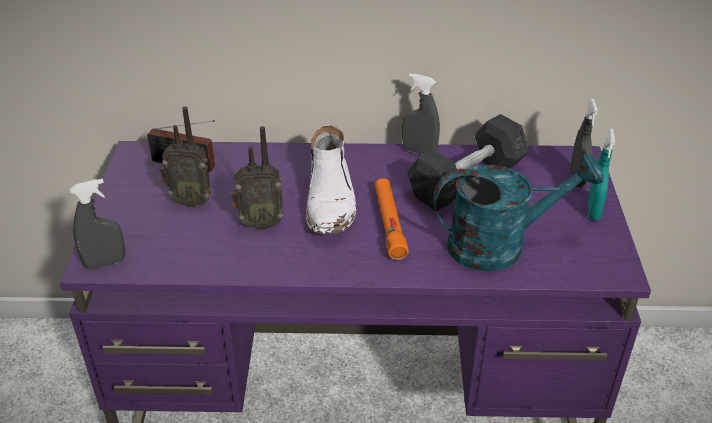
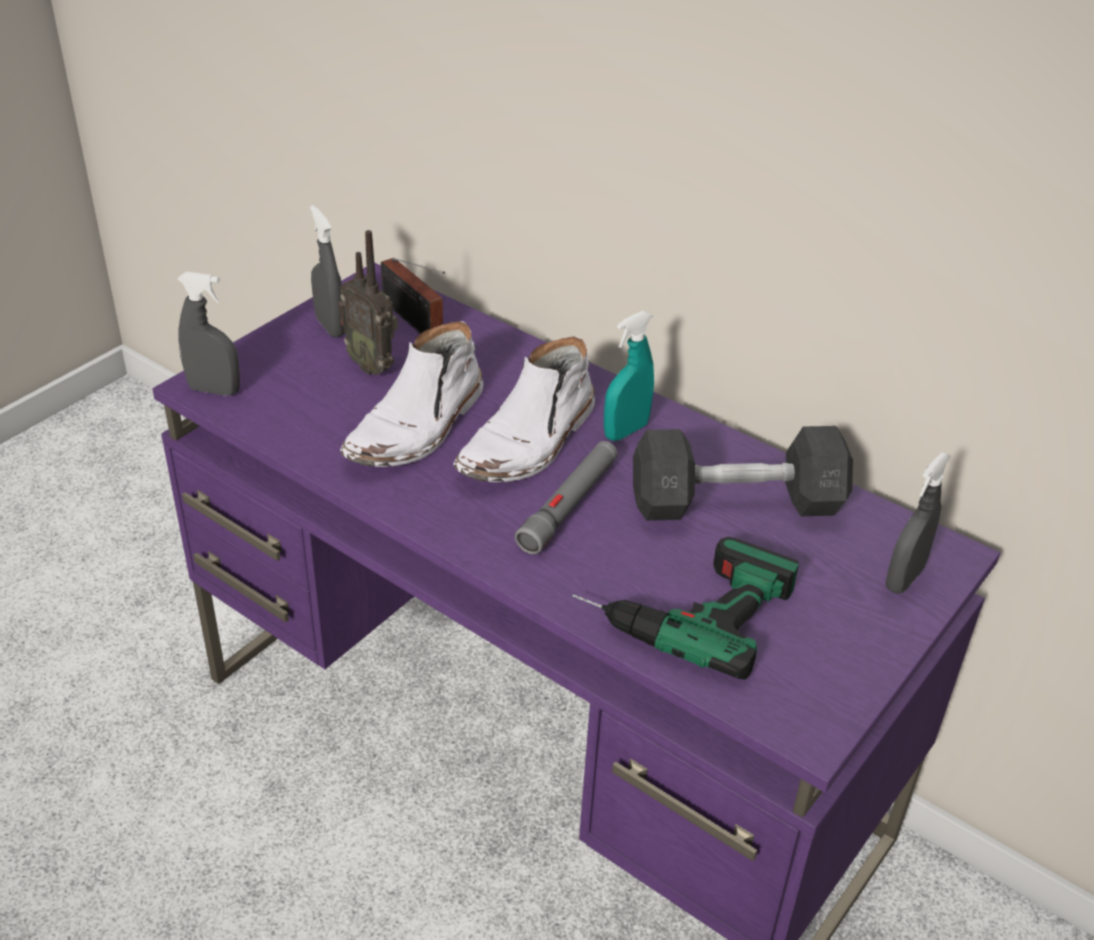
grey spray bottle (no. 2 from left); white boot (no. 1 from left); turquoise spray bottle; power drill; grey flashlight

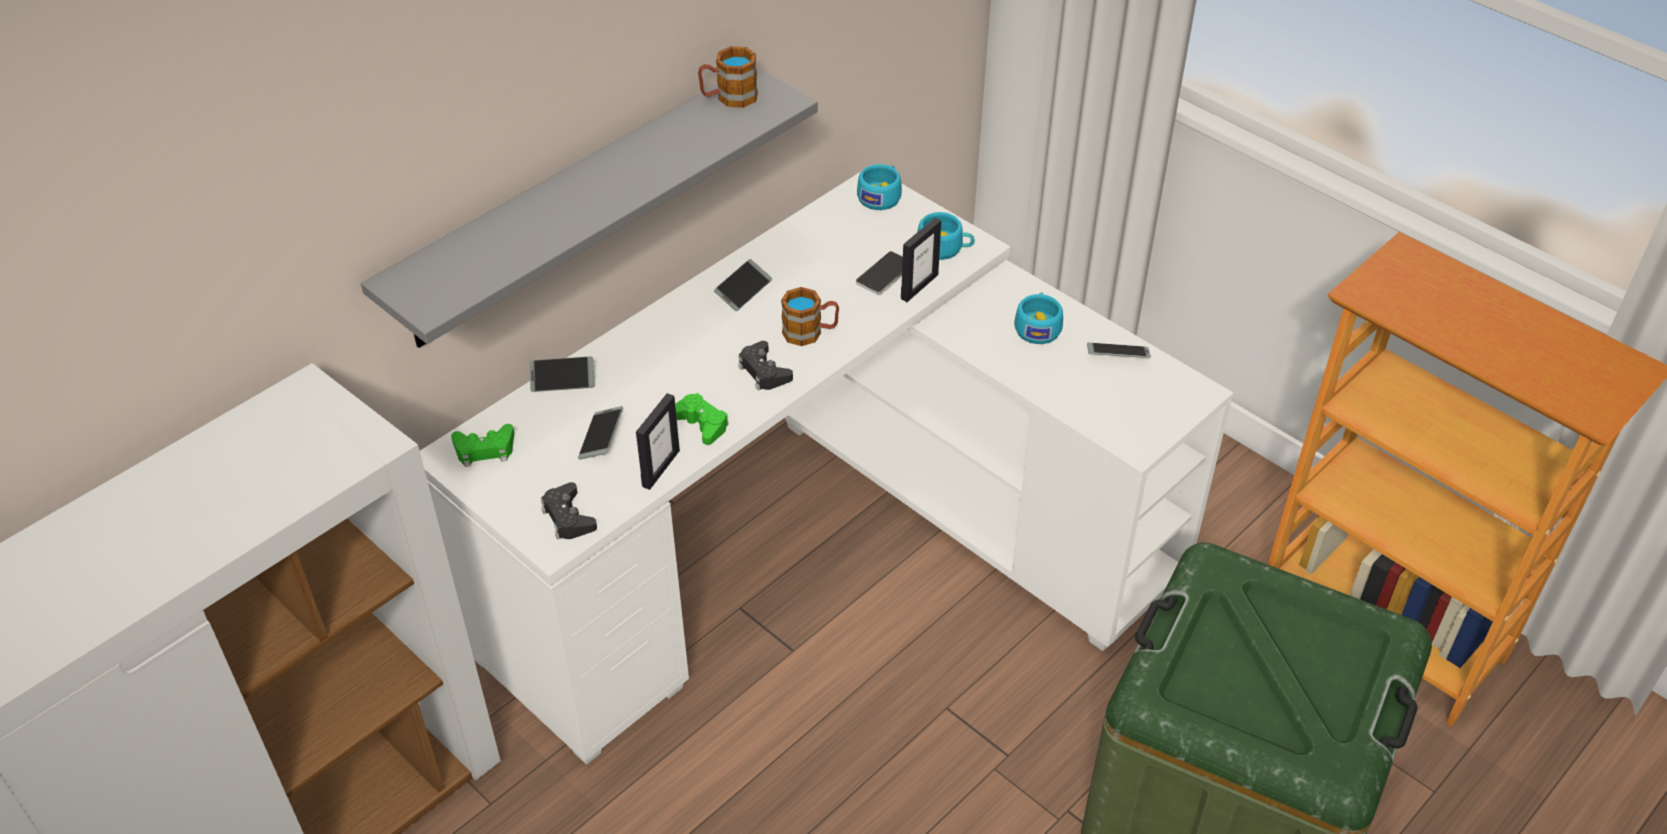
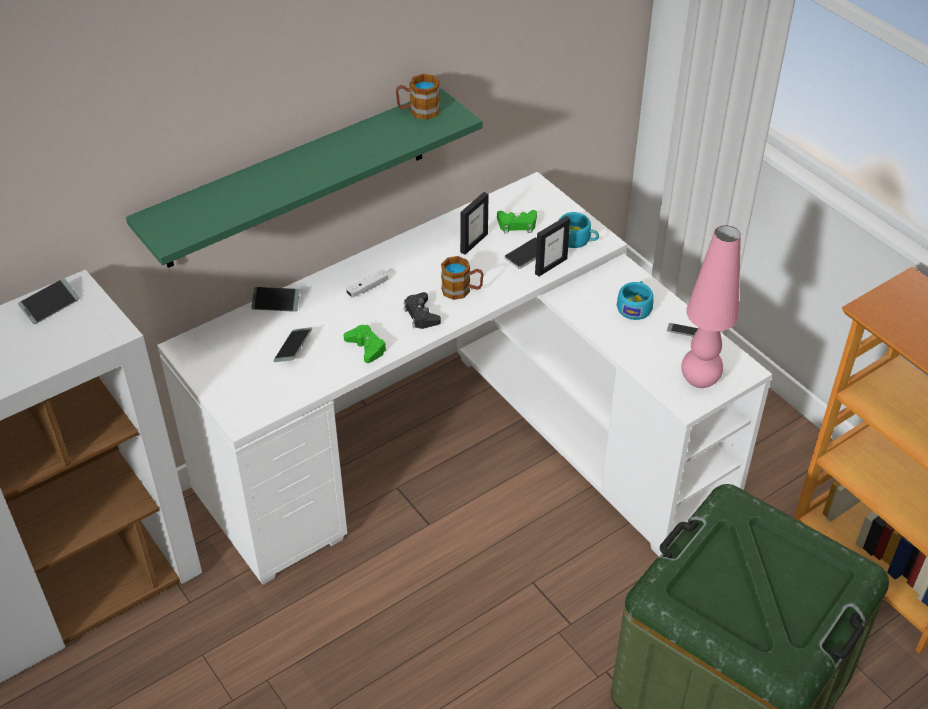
green shelf; turquoise cup (no. 1 from left in the first image); phone (no. 1 from left); picture frame (no. 1 from left); green game controller (no. 2 from left); black game controller (no. 1 from left in the first image); pink table lamp; white game controller

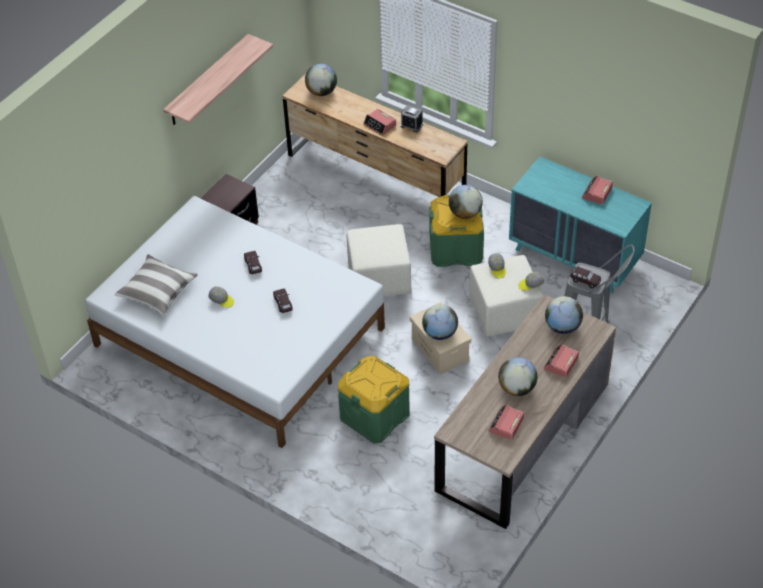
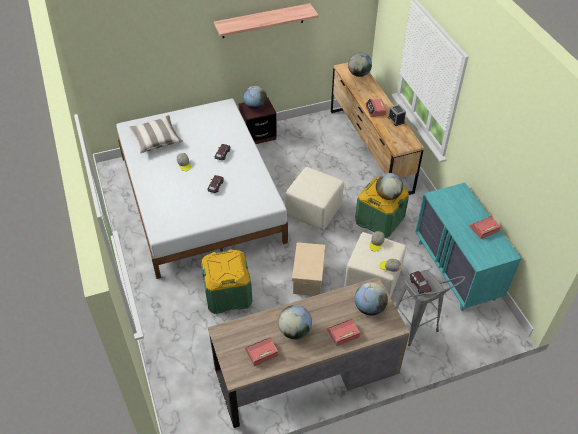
globe (no. 1 from left)

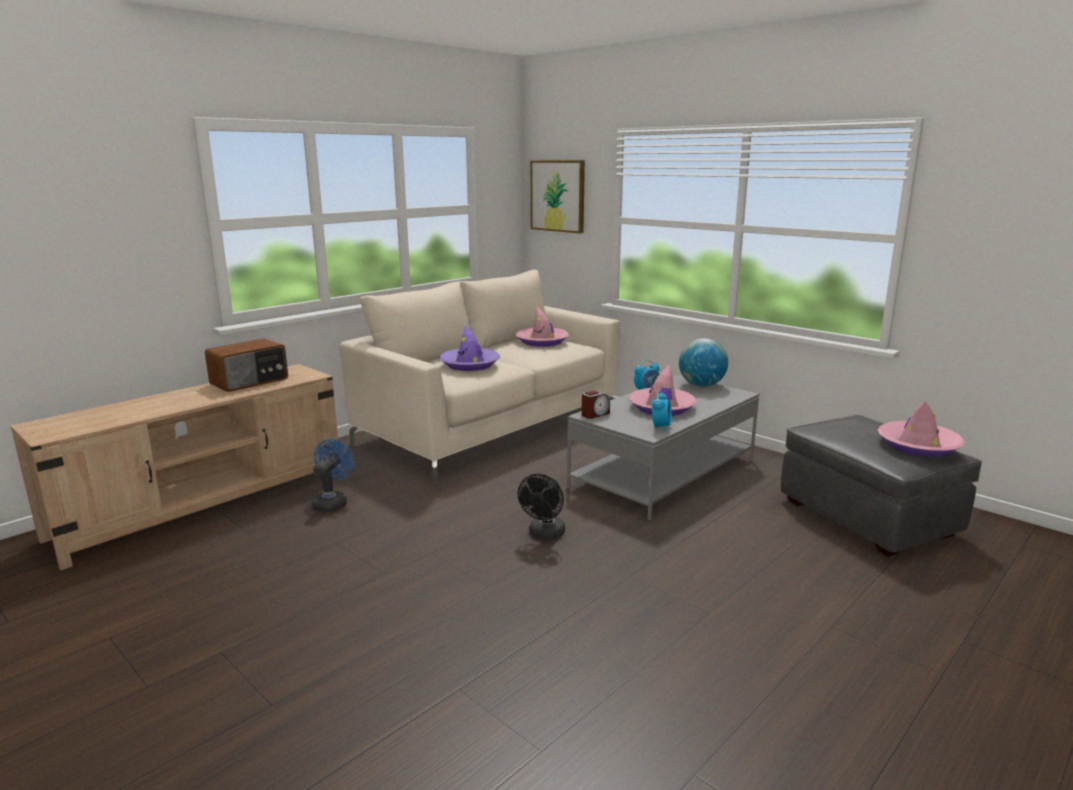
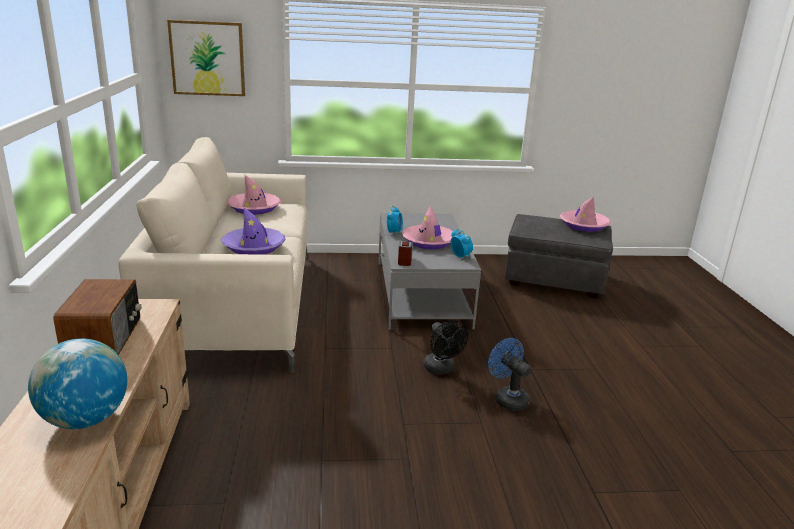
globe; blue fan

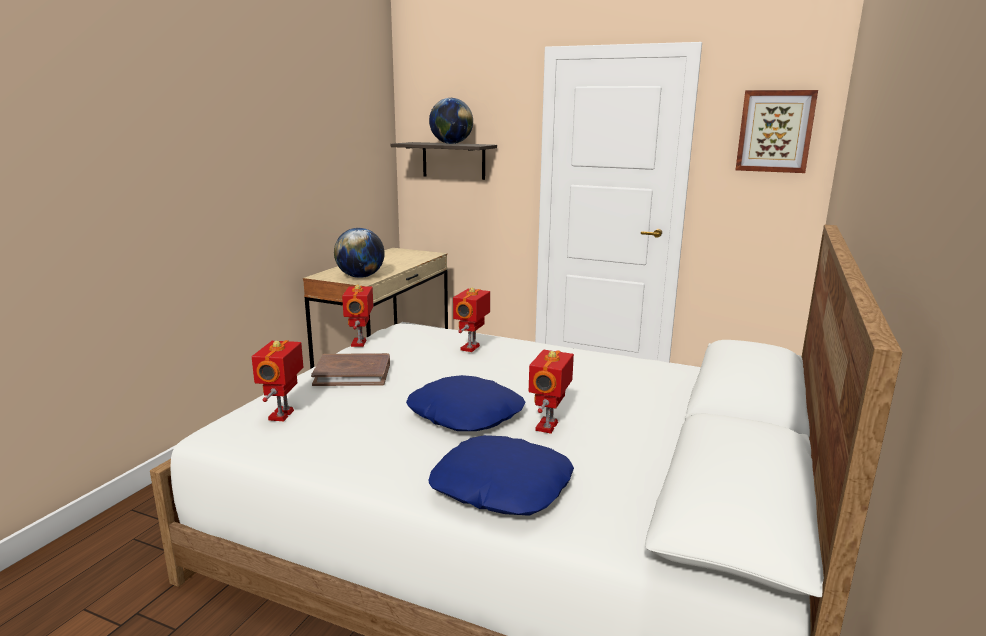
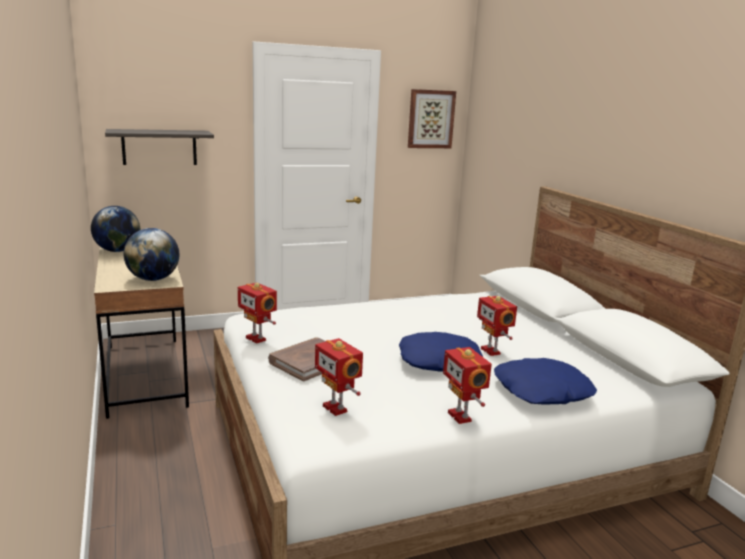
globe (no. 1 from left); toy robot (no. 3 from left)

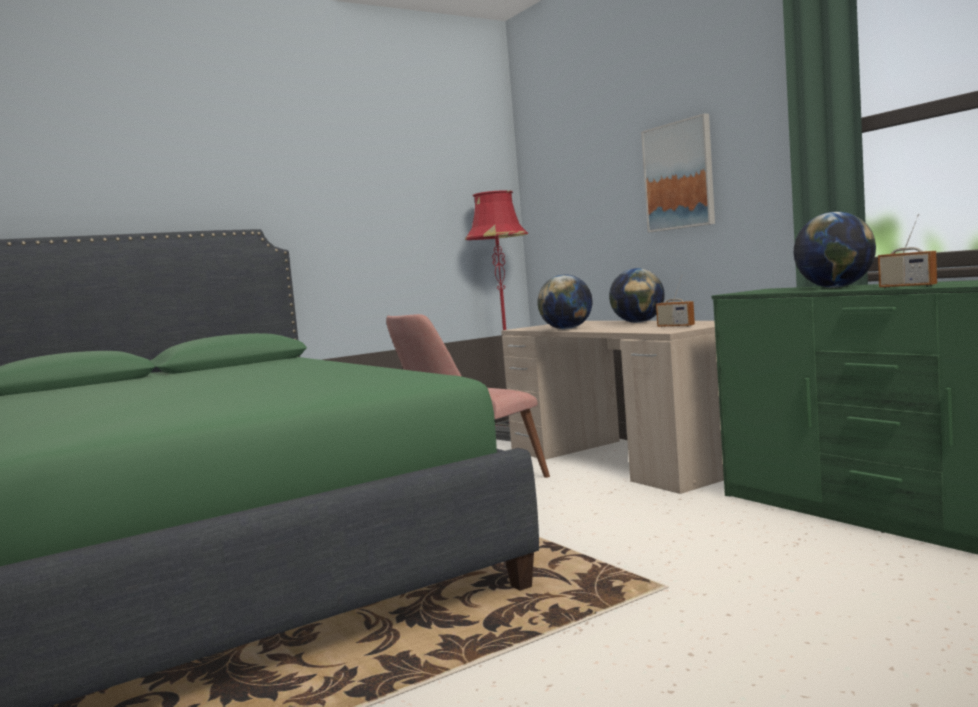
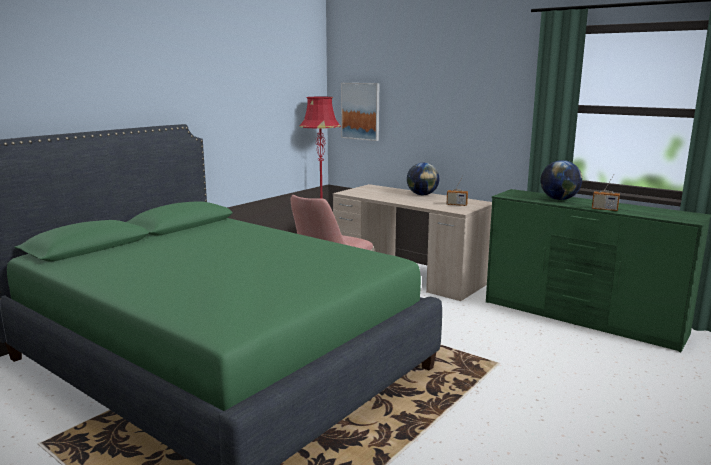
picture; globe (no. 1 from left in the first image)

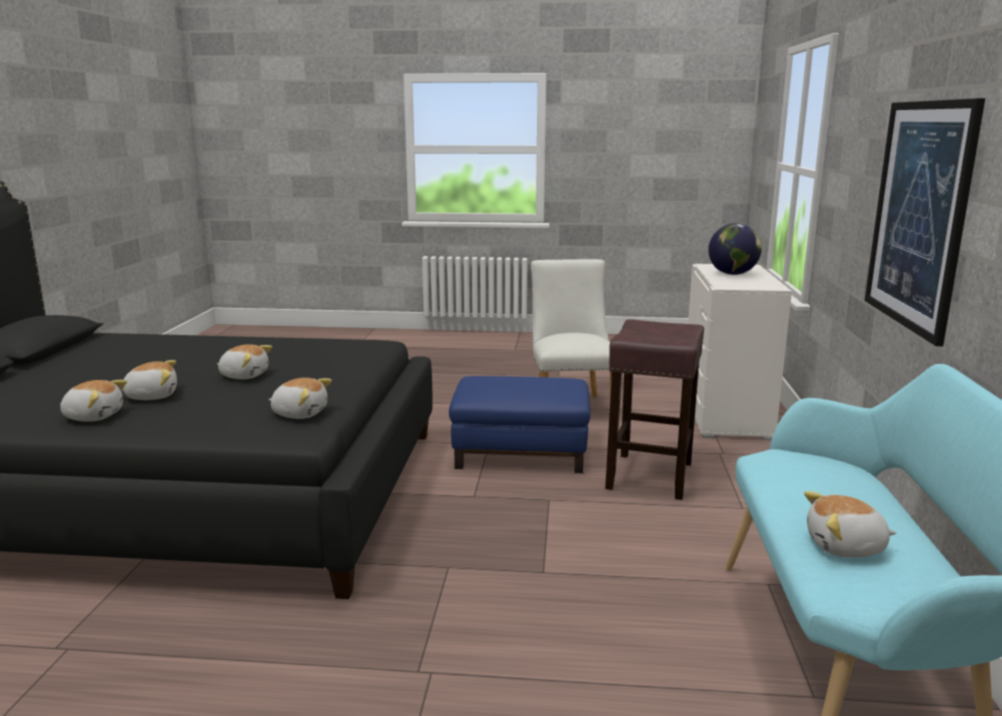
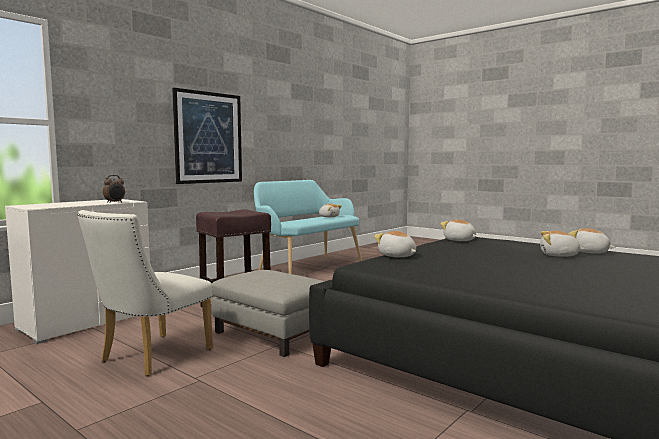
globe; plush toy (no. 2 from left); grey ottoman; alarm clock

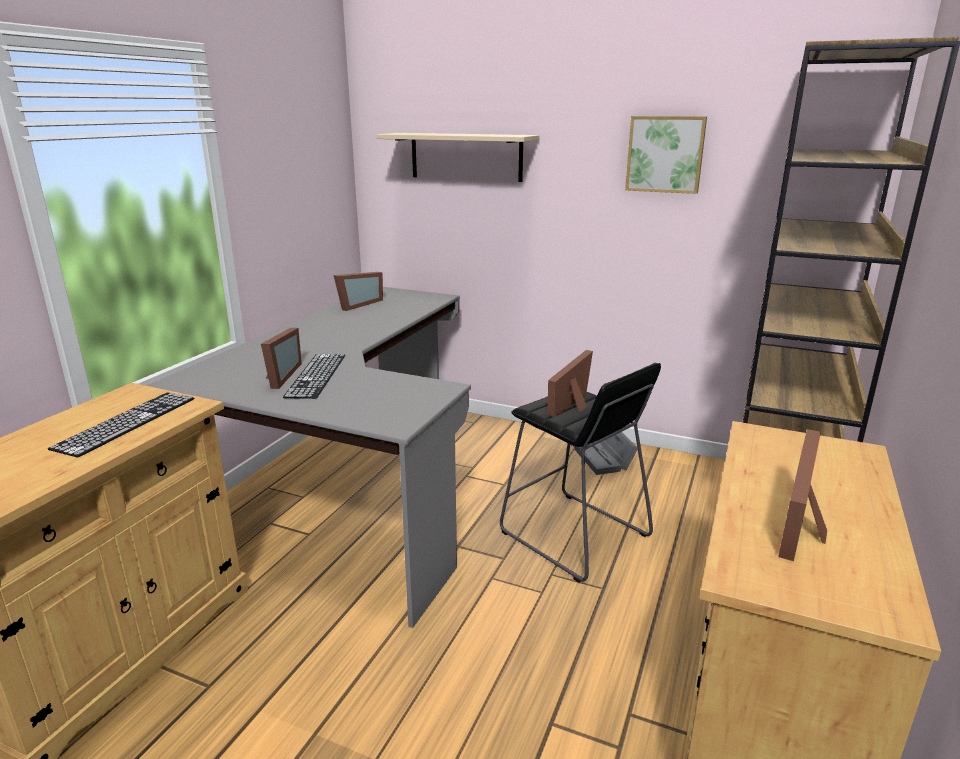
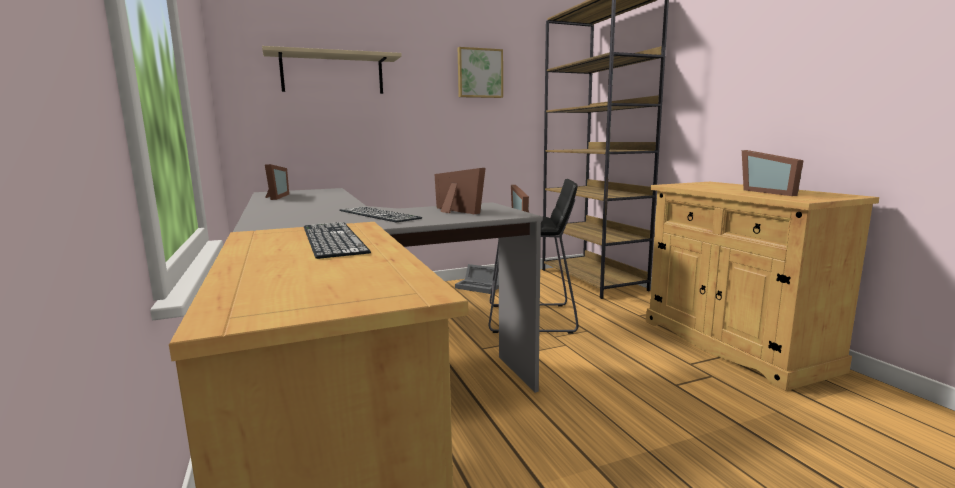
picture frame (no. 2 from left)

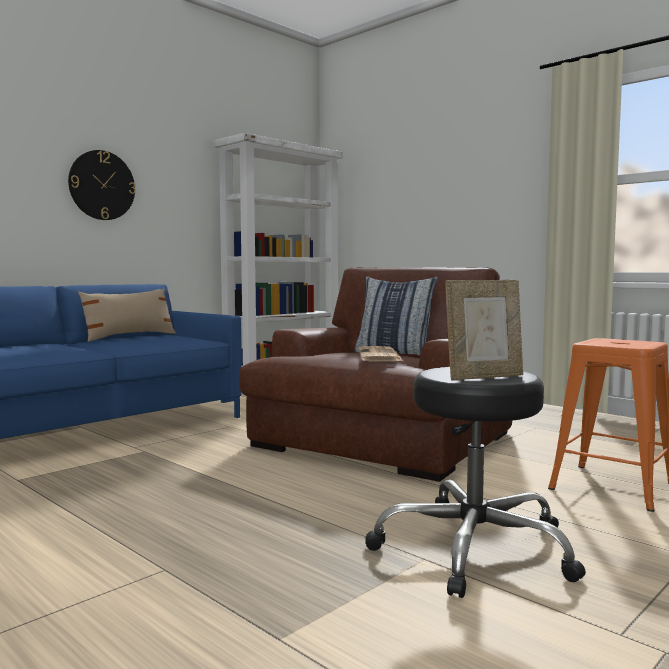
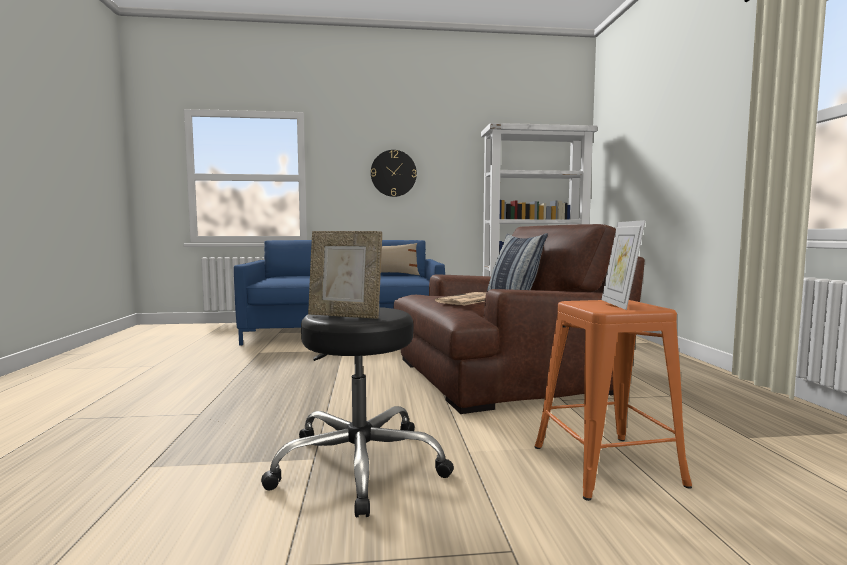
picture frame (no. 2 from left)

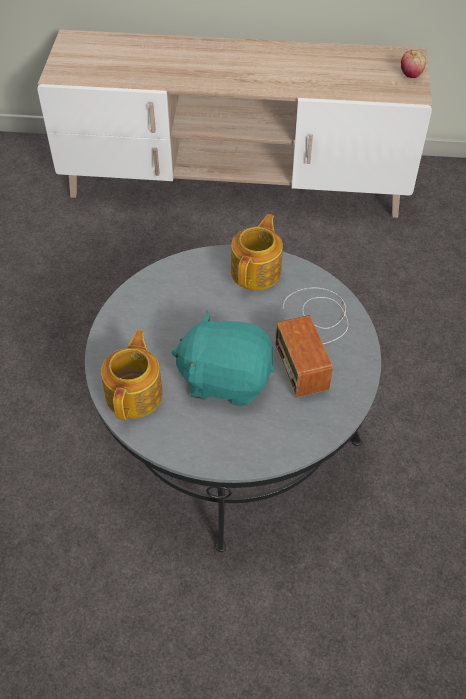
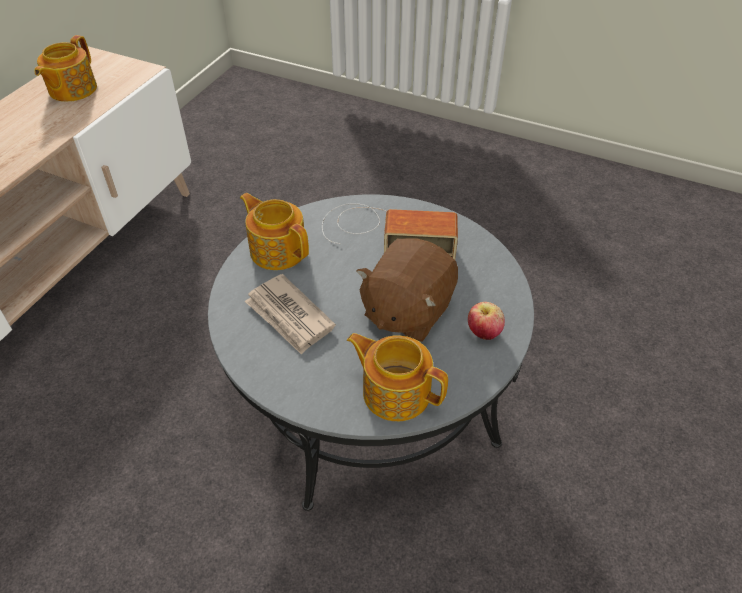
apple; brown plush toy; teapot (no. 1 from left); newspaper

